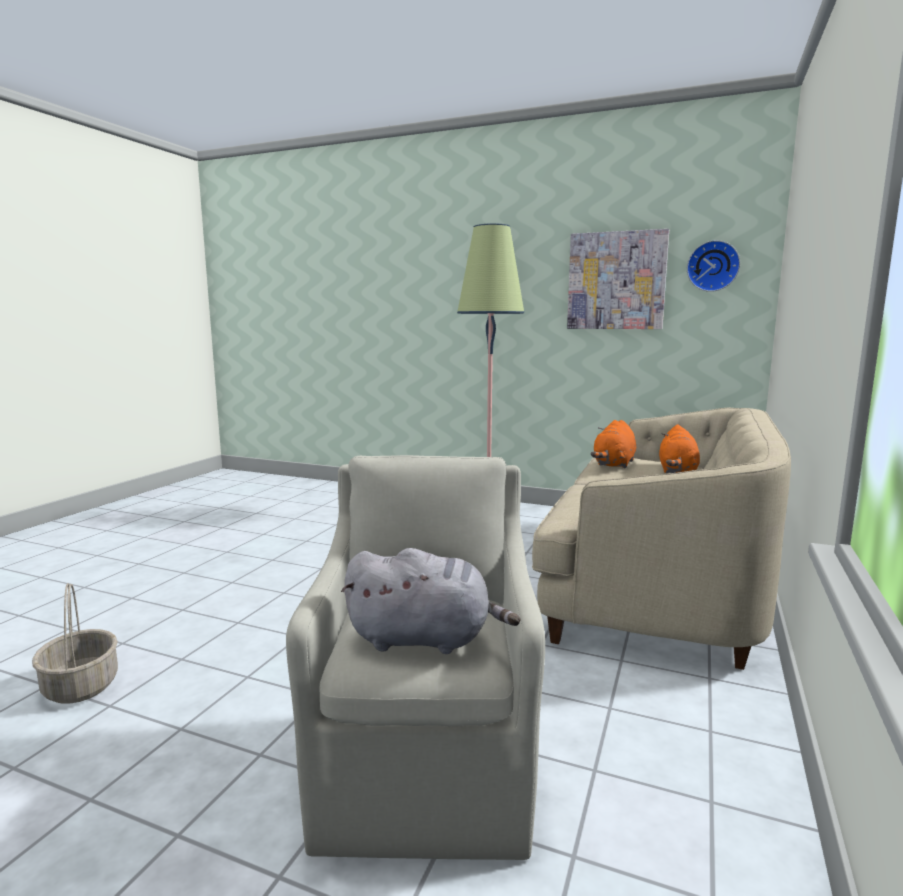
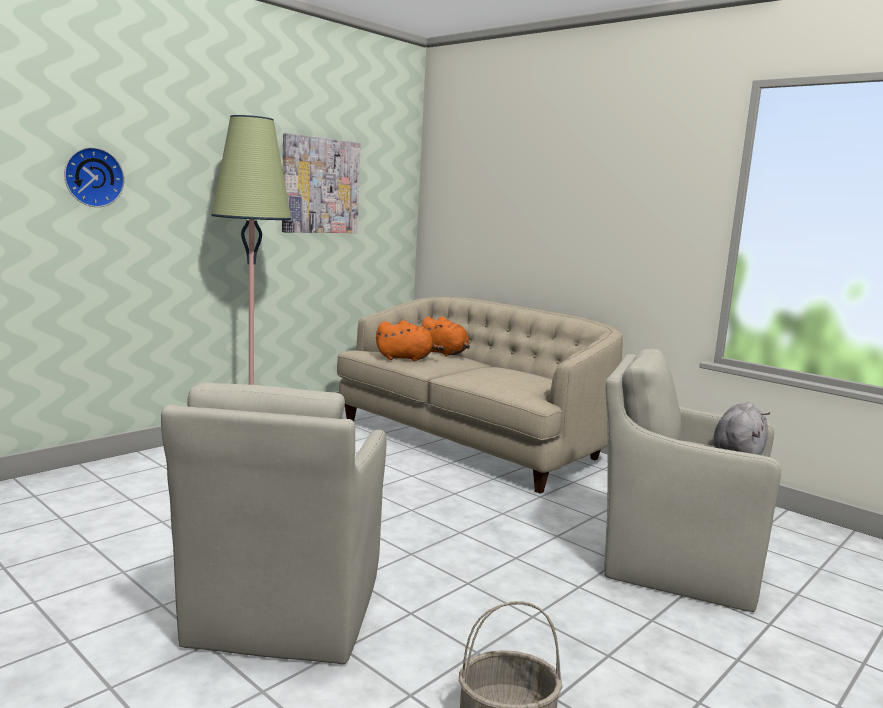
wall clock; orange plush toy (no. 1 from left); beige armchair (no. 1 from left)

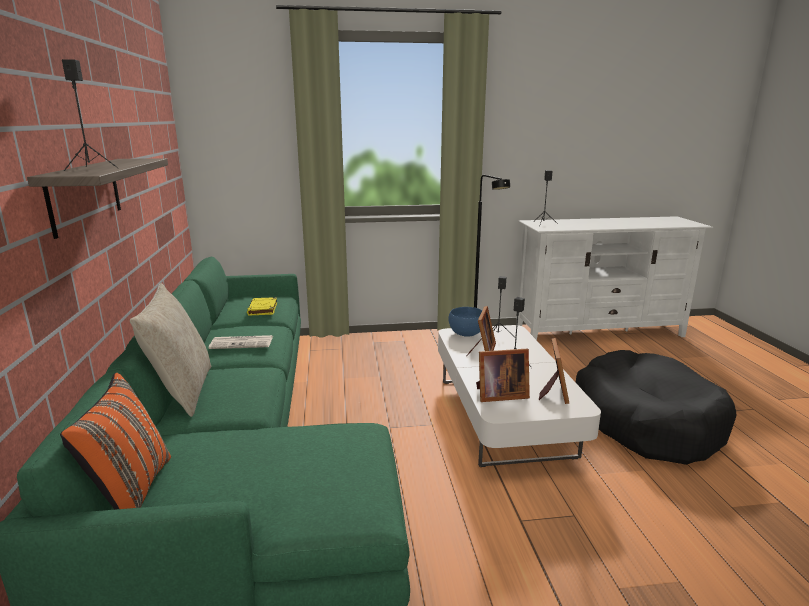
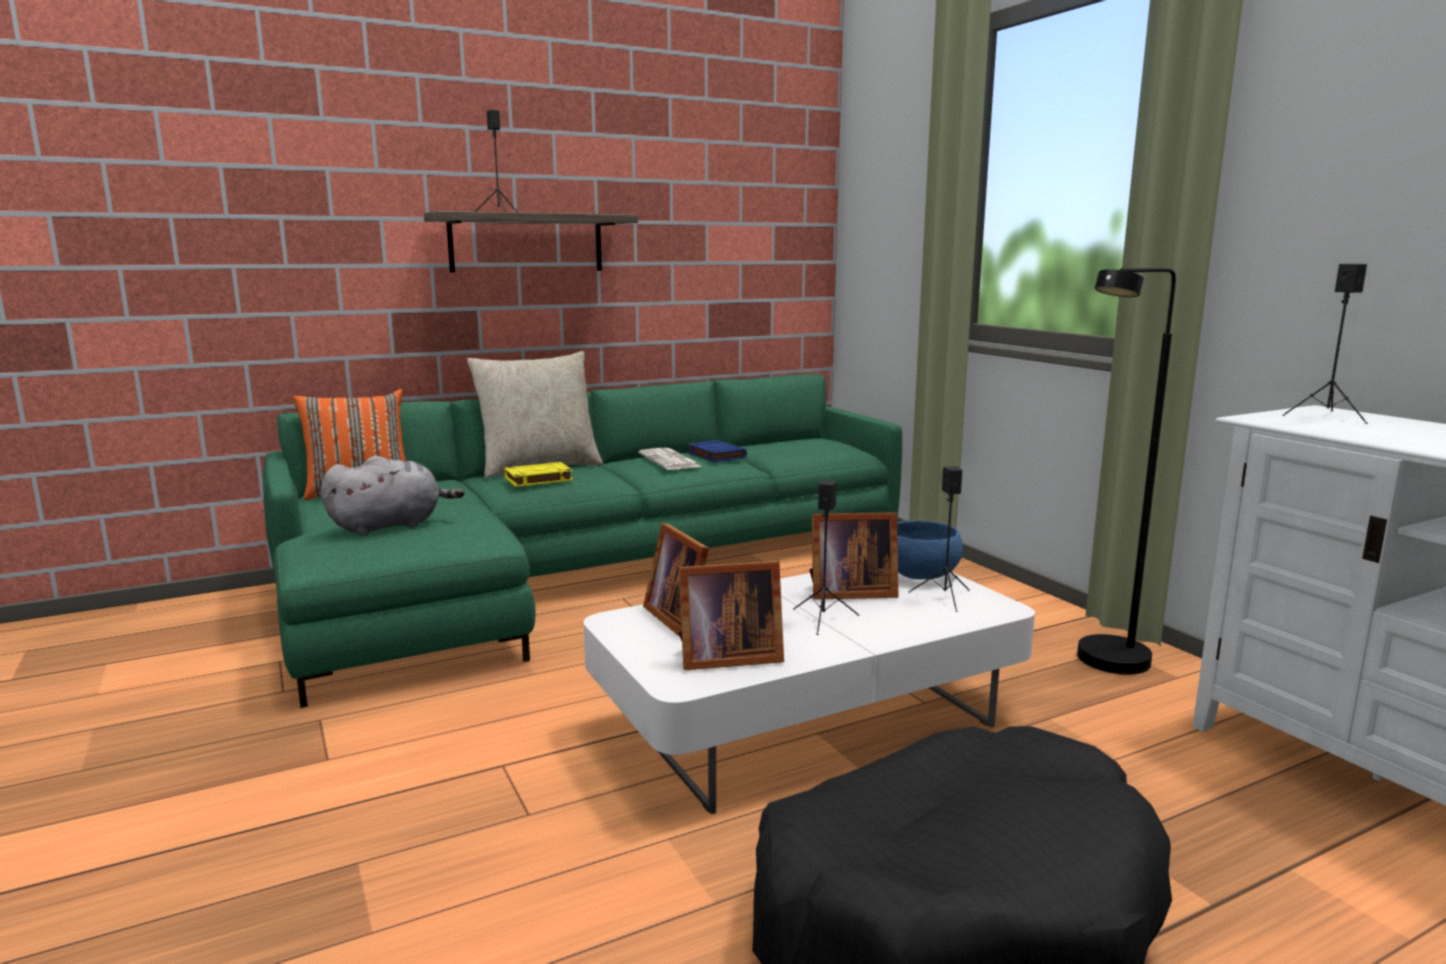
yellow book; blue book; grey plush toy

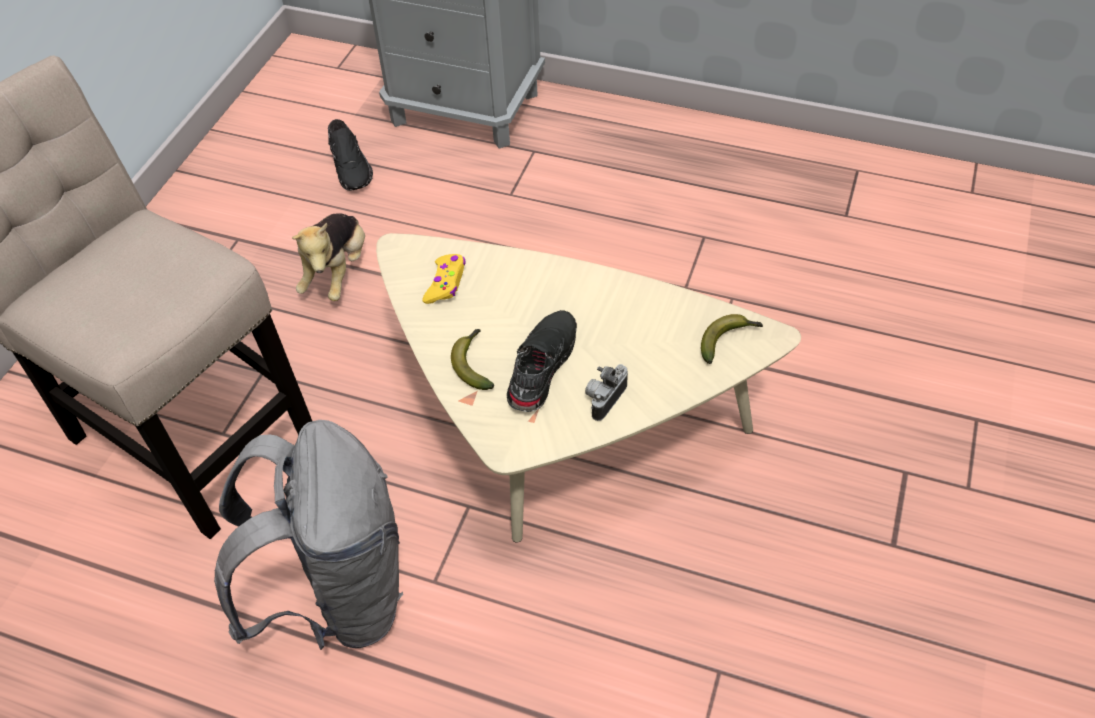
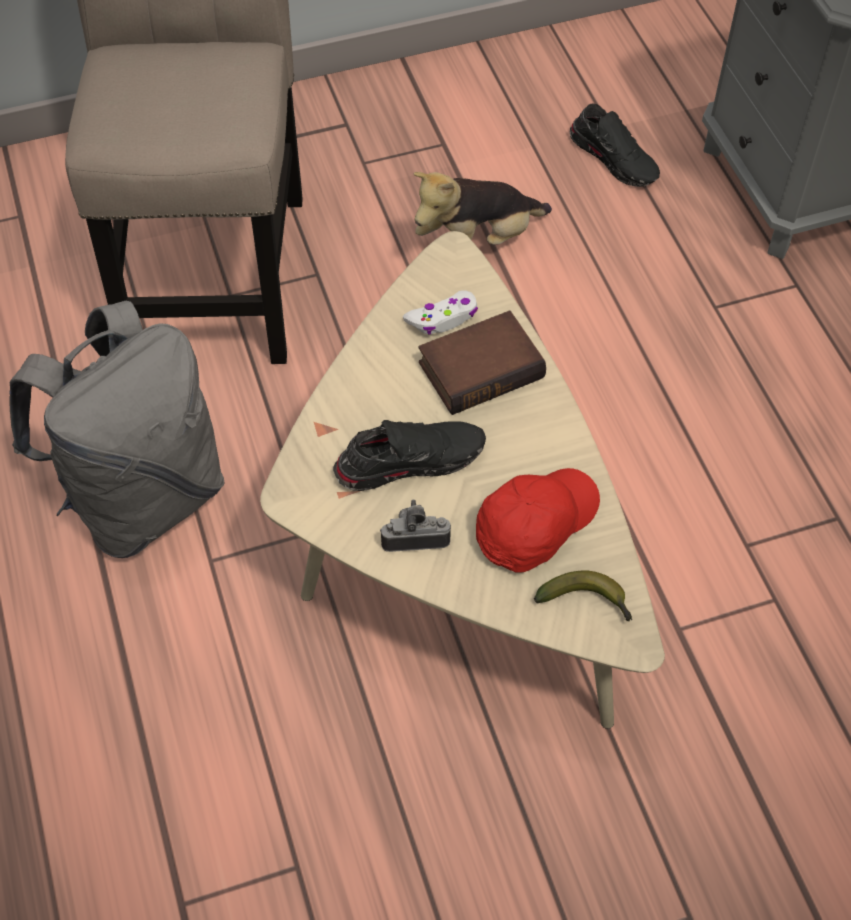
black shoe (no. 2 from left); white game controller; banana (no. 1 from left in the first image); book; red cap

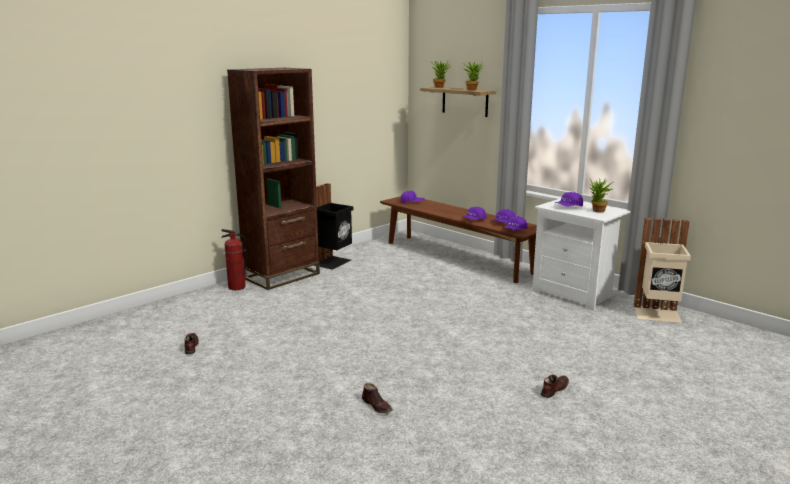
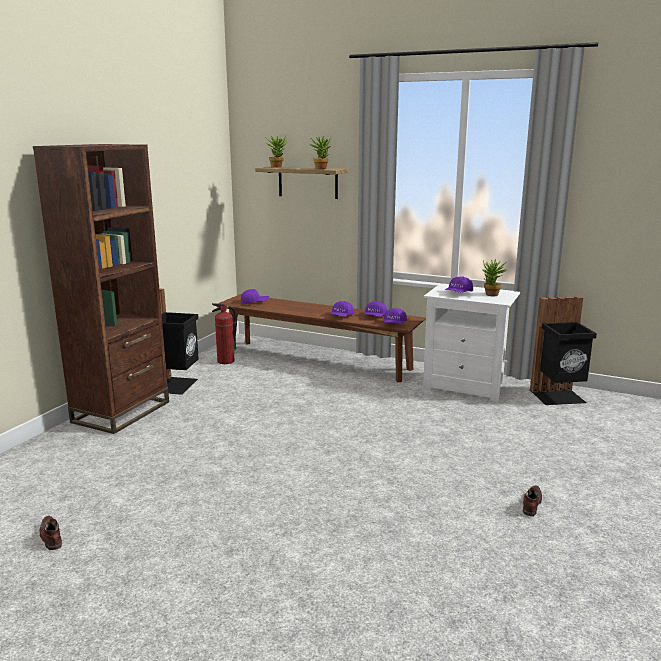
black trash can (no. 2 from left); fire extinguisher; brown shoe (no. 2 from left in the first image)

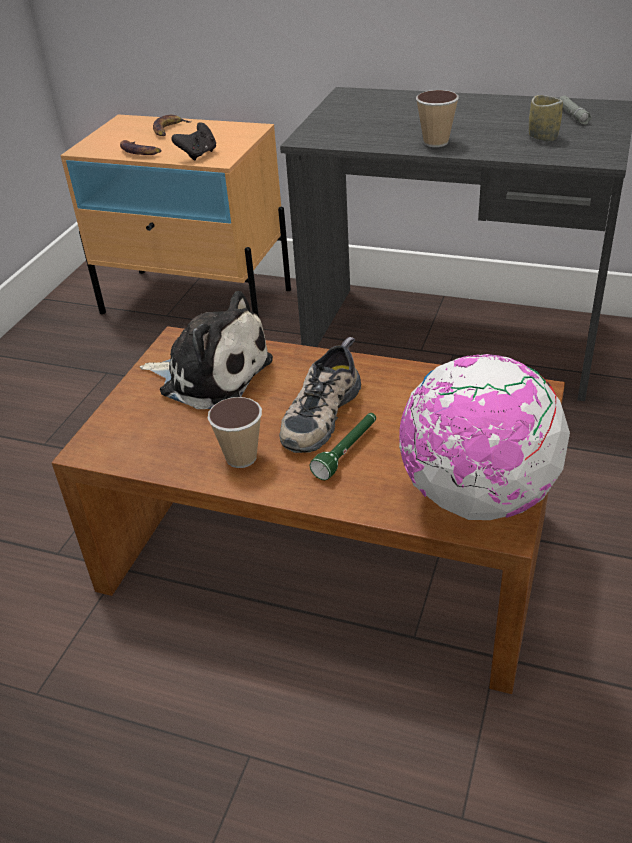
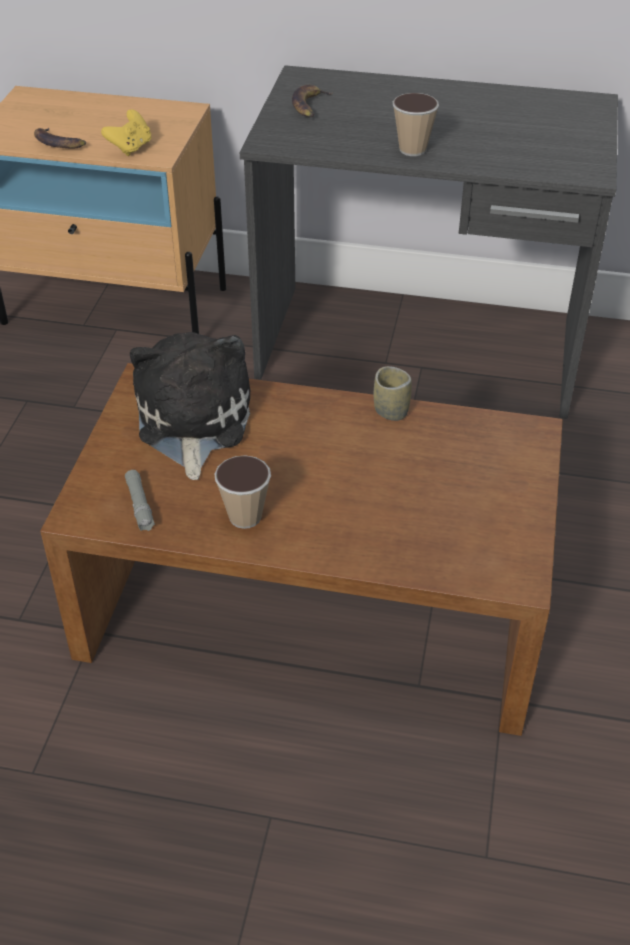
cup (no. 2 from left); grey flashlight; banana (no. 2 from left); yellow game controller; plush toy; shoe; globe; green flashlight

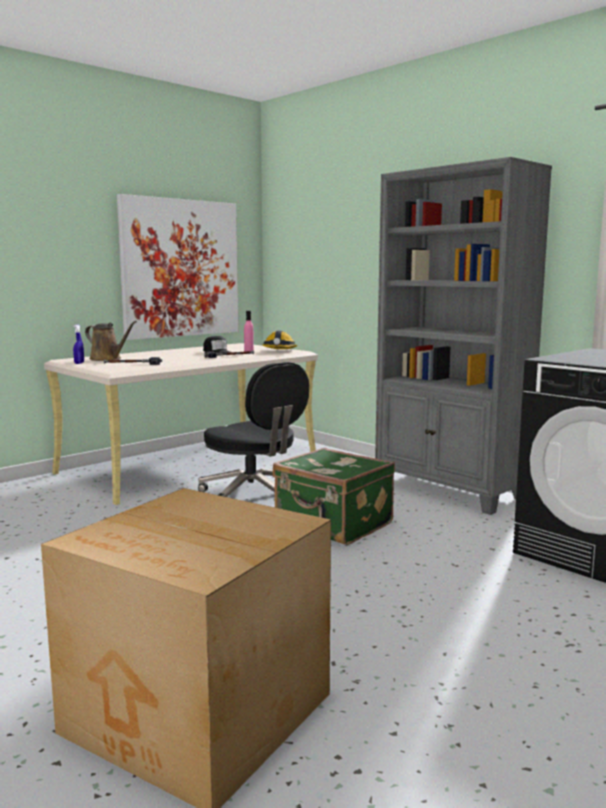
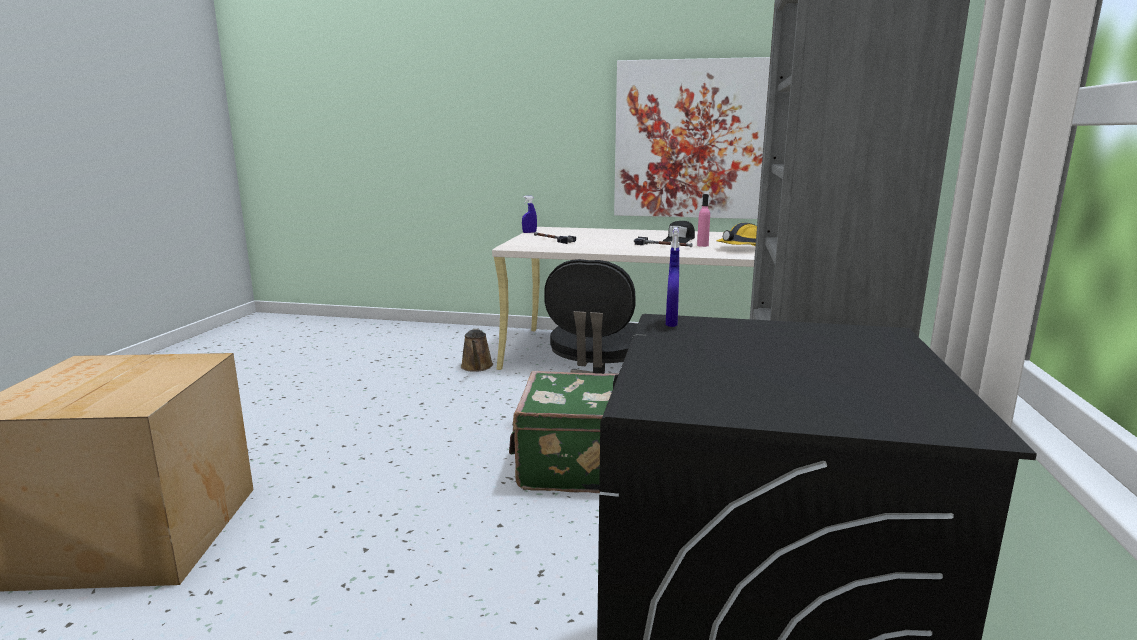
brown watering can; blue spray bottle (no. 2 from left)

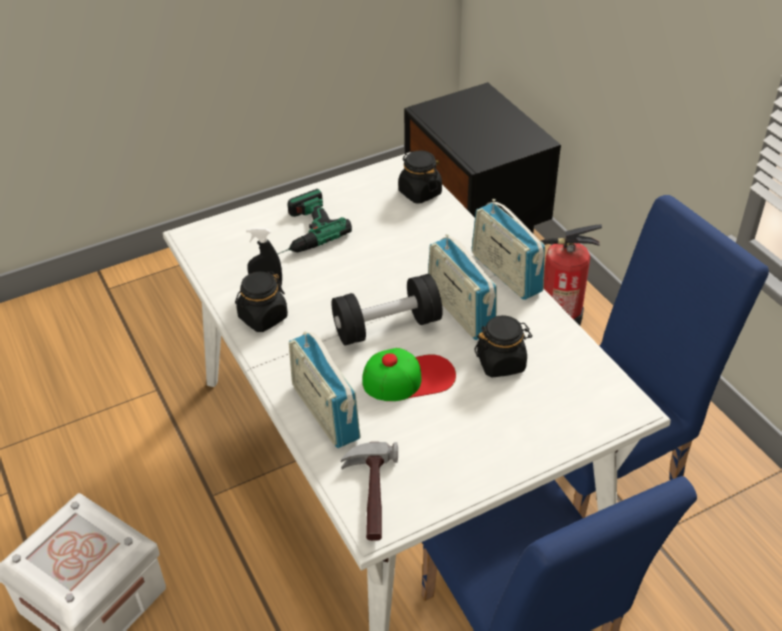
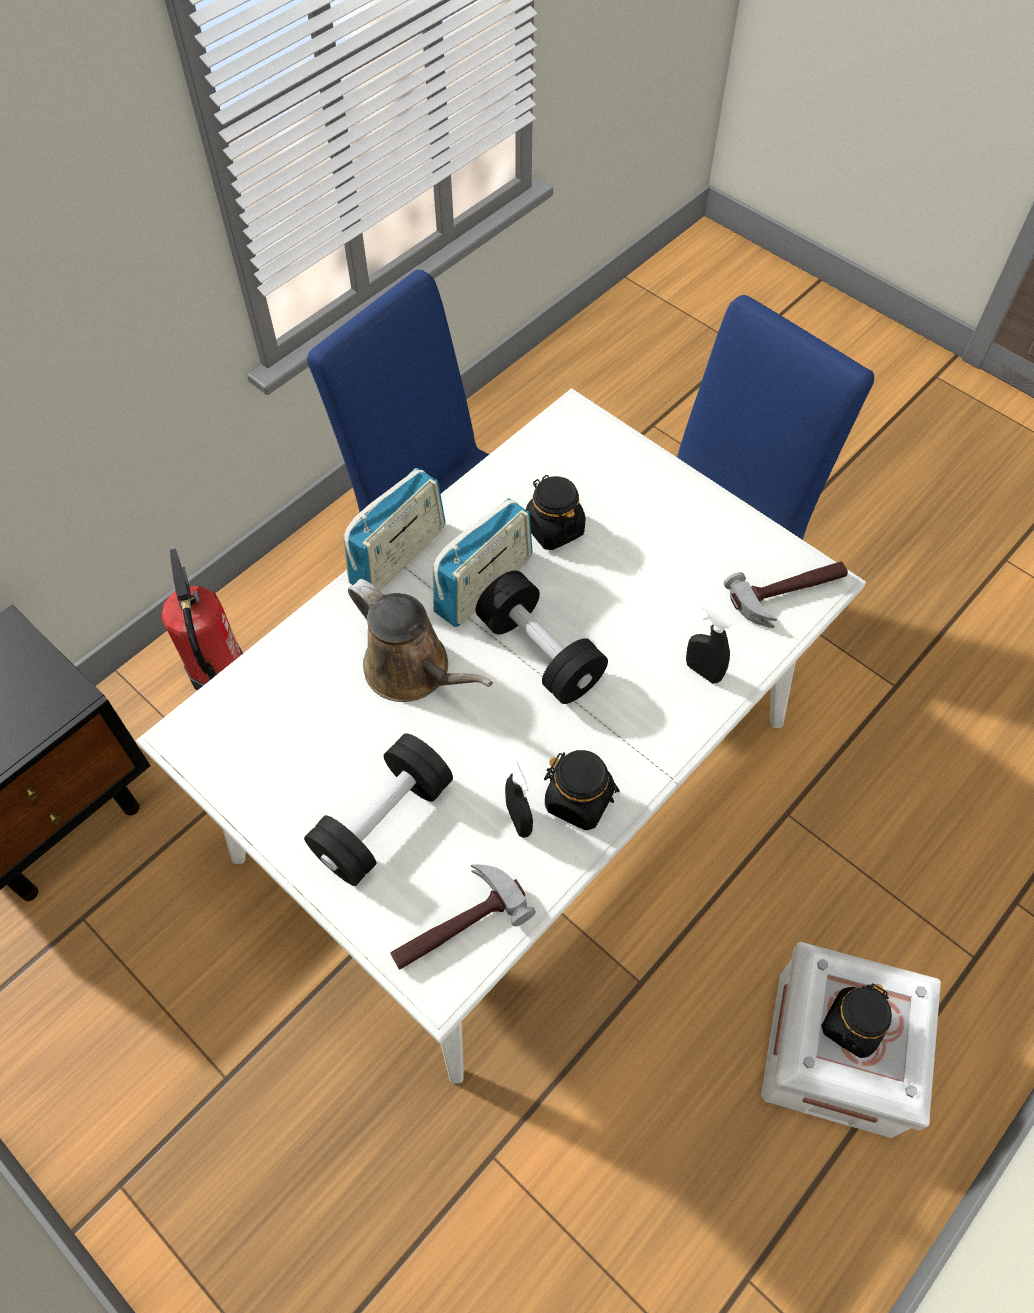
black jar (no. 3 from left); black dumbbell (no. 1 from left); black spray bottle (no. 2 from left); cap; brown watering can; hammer (no. 1 from left)

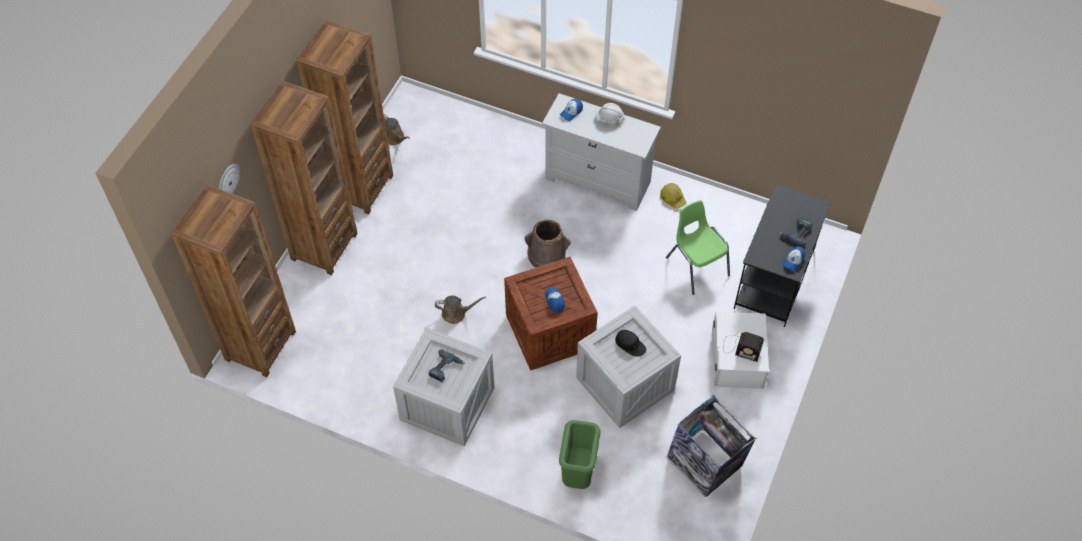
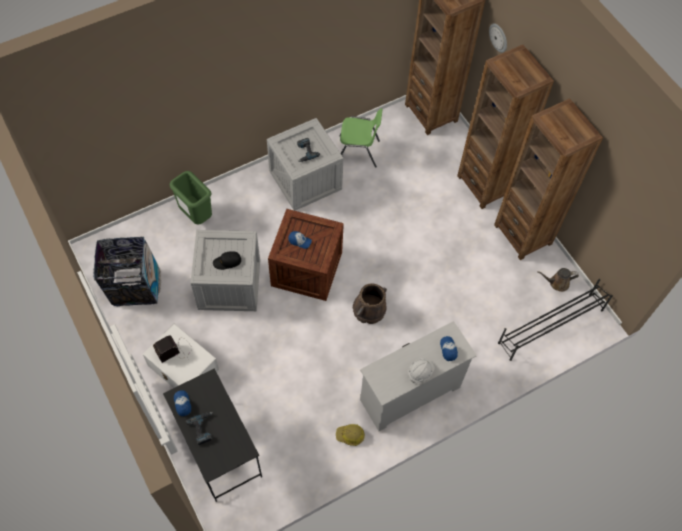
green chair; brown watering can (no. 2 from left in the first image); black shoe rack

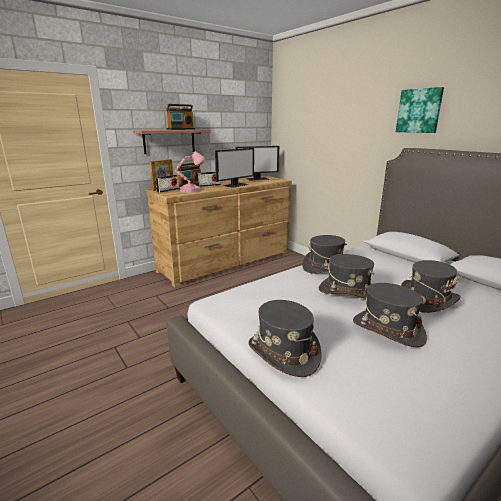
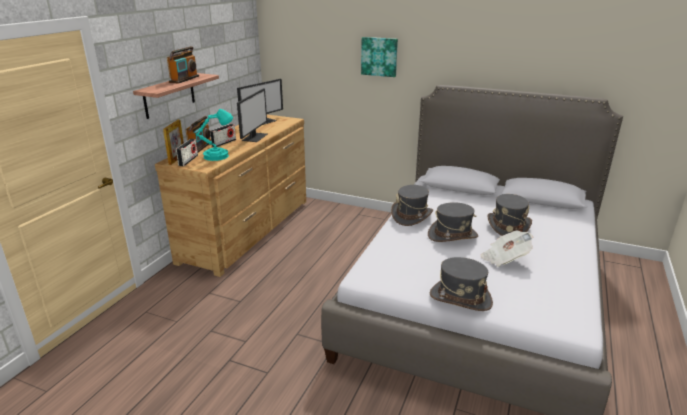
picture; turquoise table lamp; newspaper

